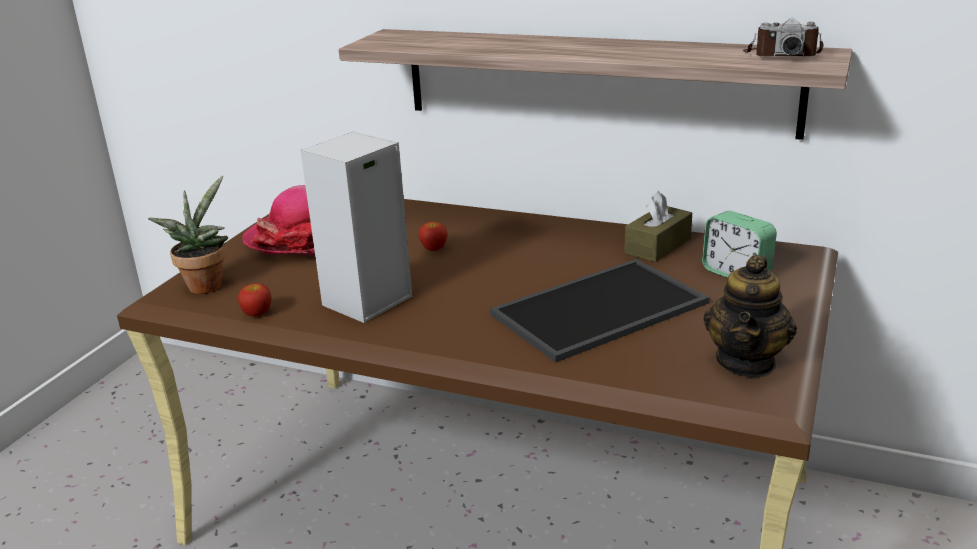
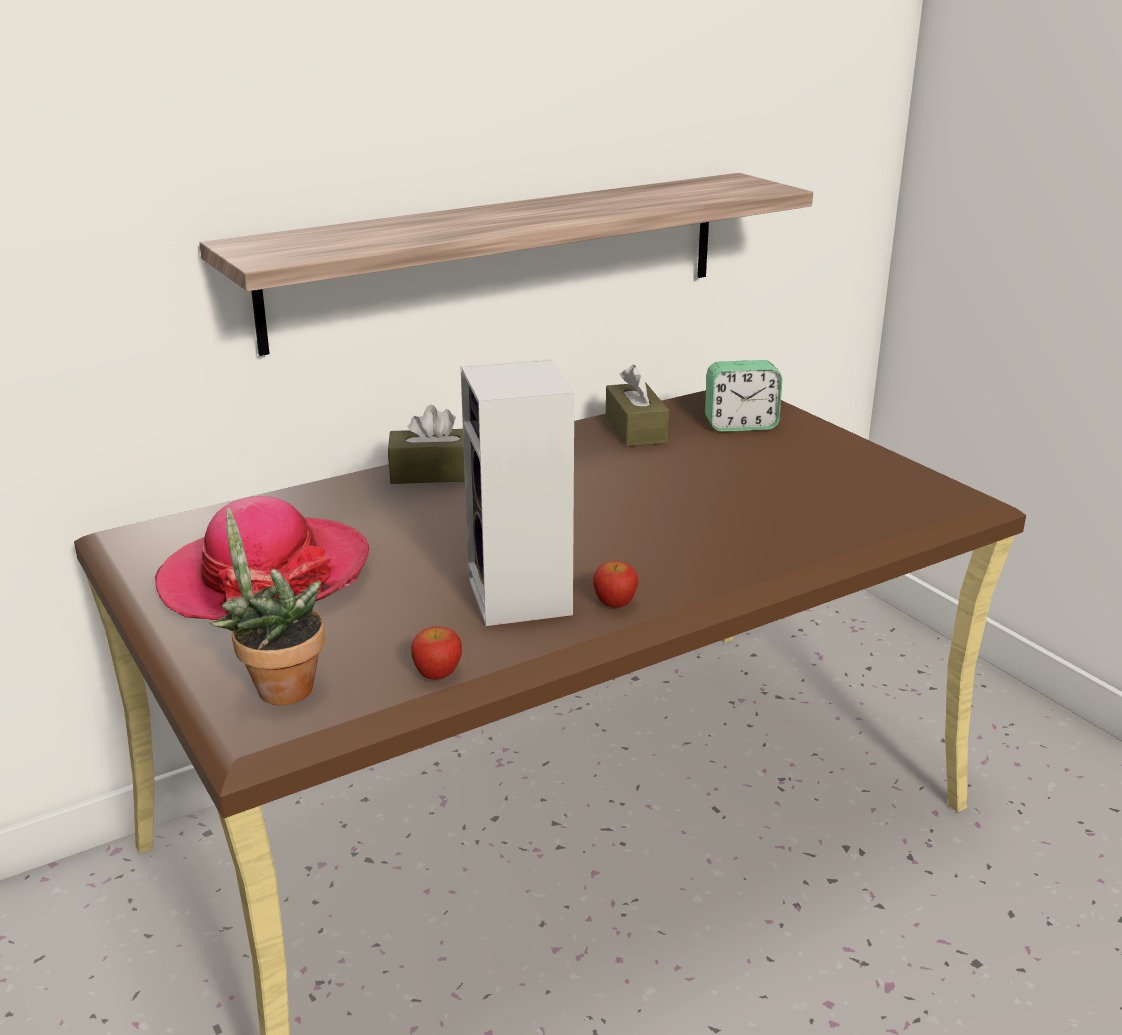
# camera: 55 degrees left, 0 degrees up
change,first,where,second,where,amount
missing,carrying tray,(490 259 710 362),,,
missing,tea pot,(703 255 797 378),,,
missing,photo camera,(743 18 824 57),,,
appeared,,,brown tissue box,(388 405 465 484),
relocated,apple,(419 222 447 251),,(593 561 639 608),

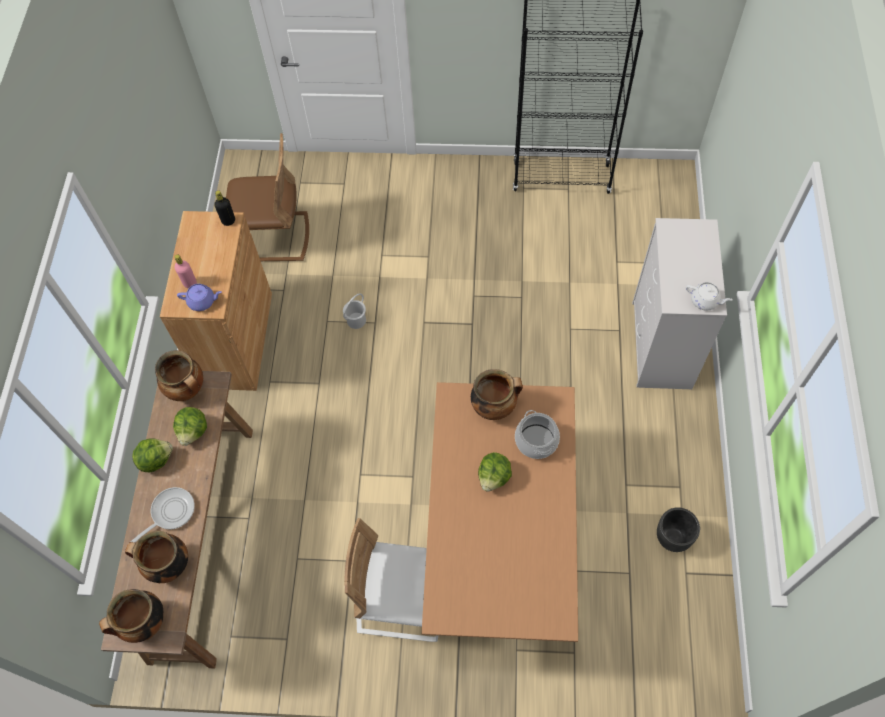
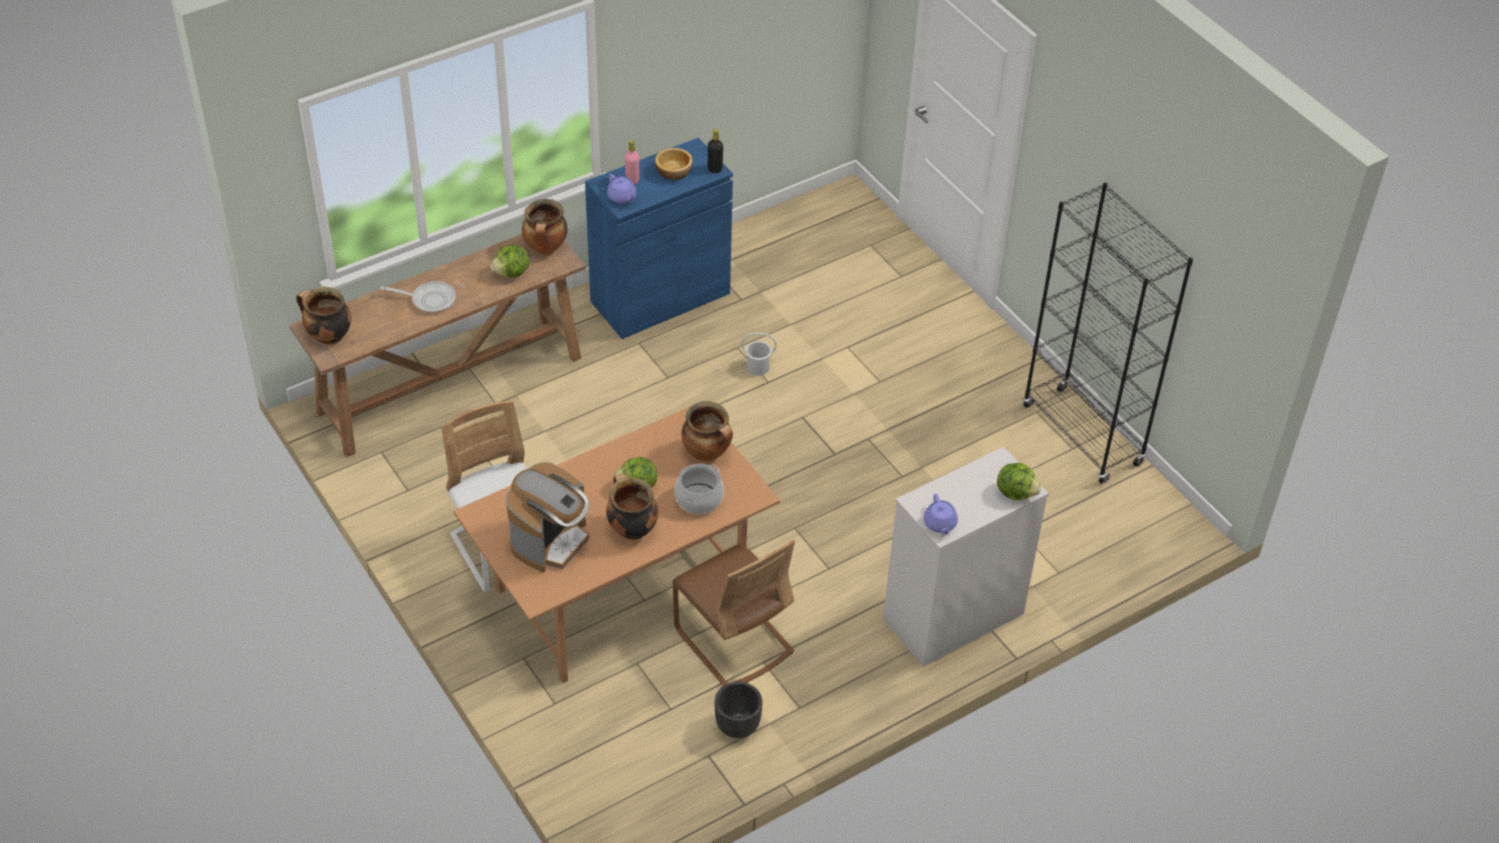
# camera: 50 degrees right, 15 degrees down
change,first,where,second,where,amount
appeared,,,coffee machine,(506 462 590 573),
appeared,,,deep dish,(655 148 693 180),
relocated,cooking pot,(125 530 188 583),,(606 474 659 540),
relocated,lettuce,(132 438 173 472),,(997 463 1041 500),
relocated,brown plain chair,(226 133 309 261),,(672 539 795 686),
colour,brown cabinet,(160 211 272 391),blue-coloured cabinet,(585 138 733 339),
colour,white tea pot,(686 282 733 311),purple tea pot,(924 494 958 534),

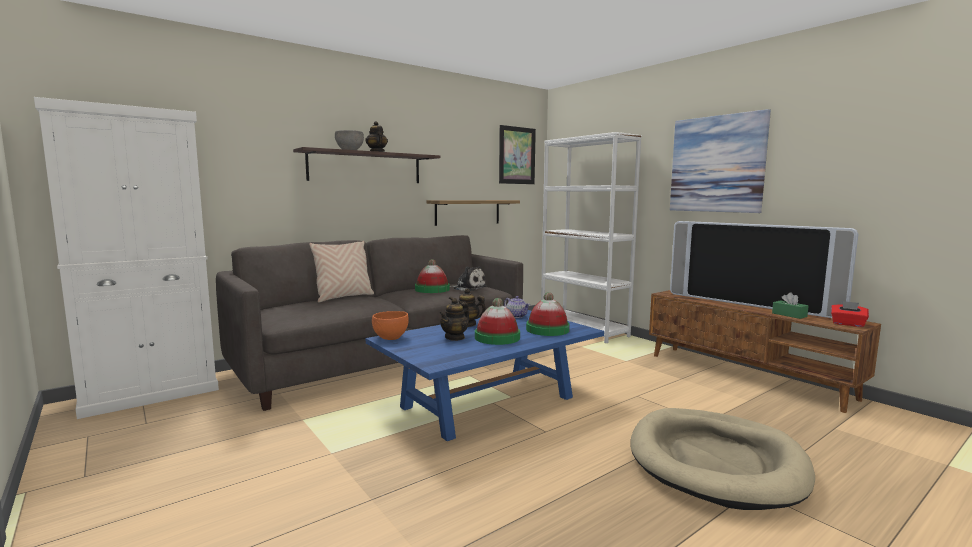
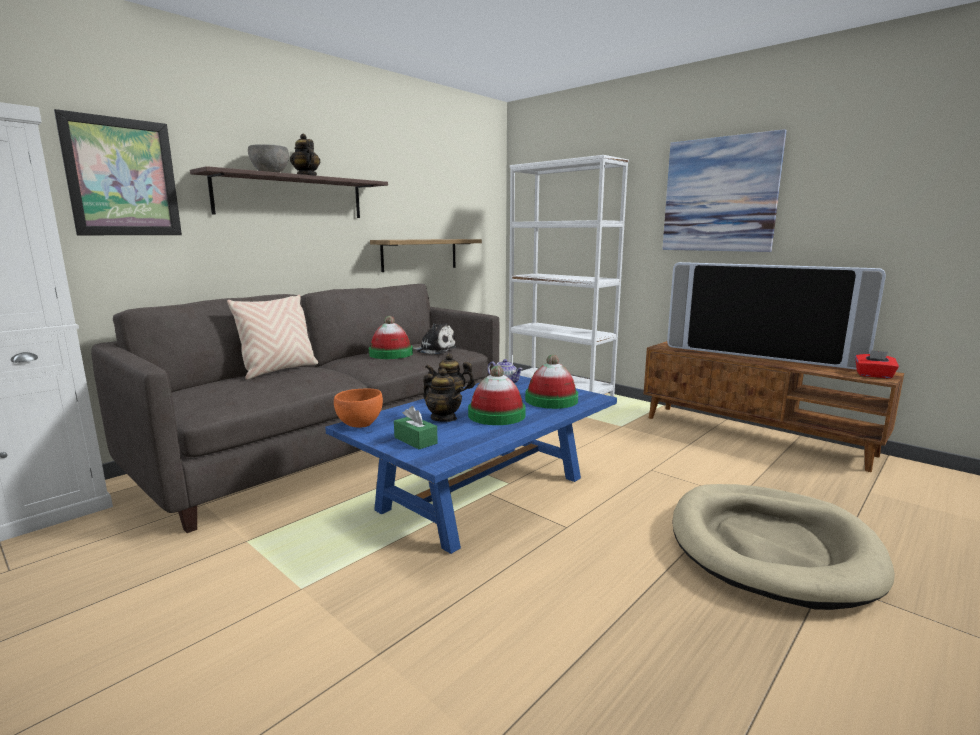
# camera: 10 degrees left, 5 degrees up
change,first,where,second,where,amount
relocated,picture,(499 125 536 184),,(54 109 182 235),
relocated,greenish tissue box,(772 293 809 319),,(394 406 438 449),
spun,tea pot,(439 298 469 341),,(423 368 464 422),75 degrees counterclockwise

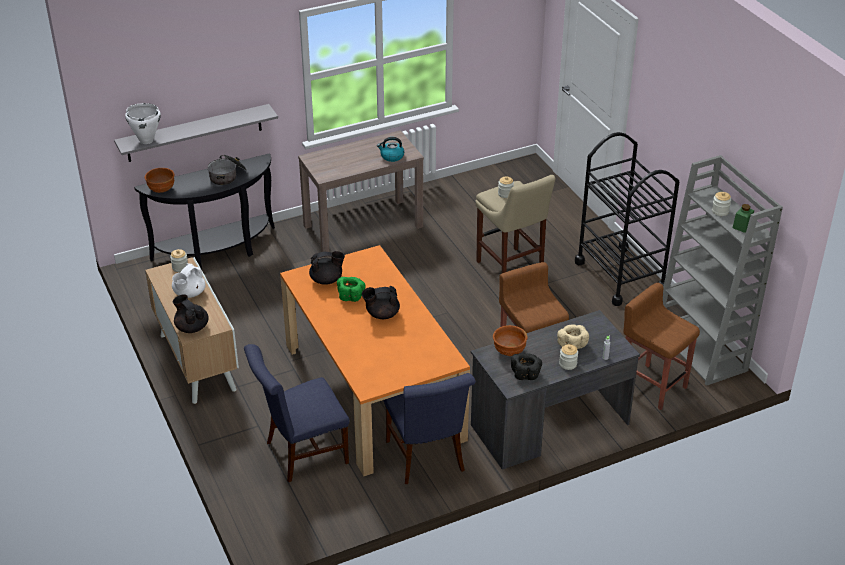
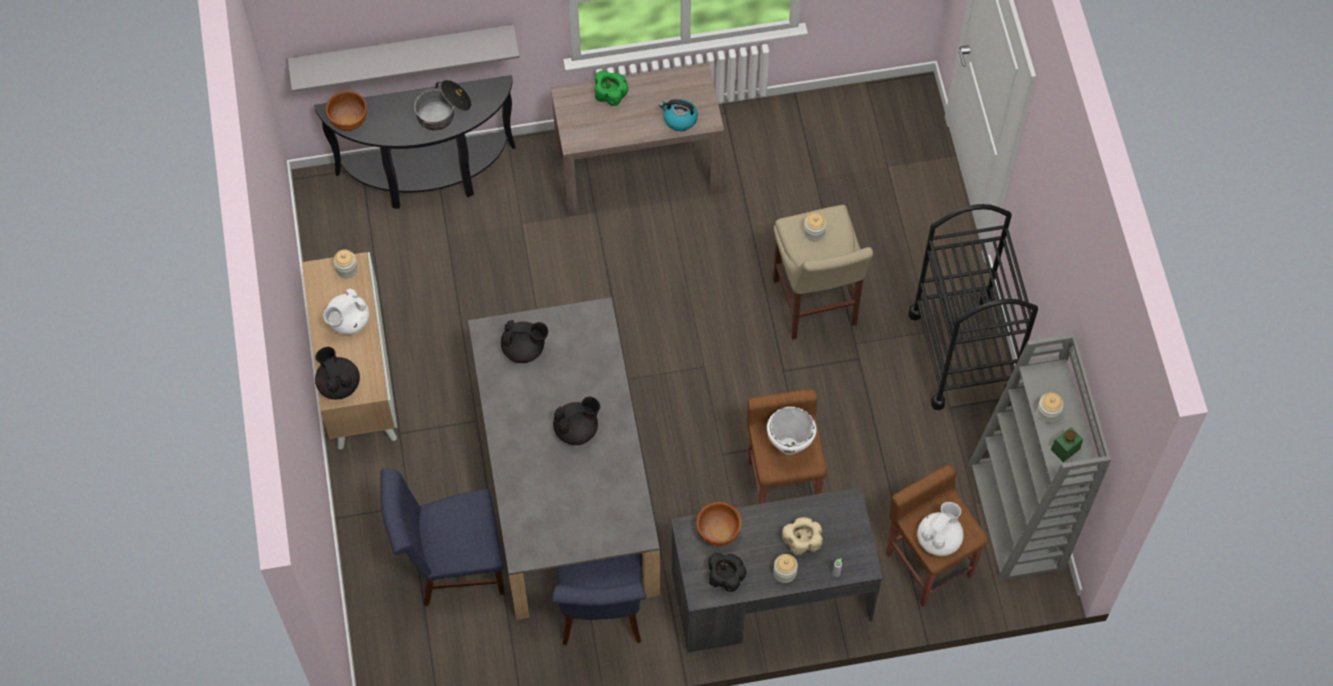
# camera: 15 degrees right, 25 degrees up
change,first,where,second,where,amount
appeared,,,white tea pot,(917 502 964 556),
relocated,white cooking pot,(125 103 161 144),,(767 407 817 455),
relocated,greenish deep dish,(337 277 365 302),,(595 71 629 106),
colour,orange-coloured dinner table,(280 245 470 476),greyish dinner table,(468 297 660 620),
spun,black-coloured tea pot,(362 286 400 319),,(553 397 600 445),150 degrees clockwise

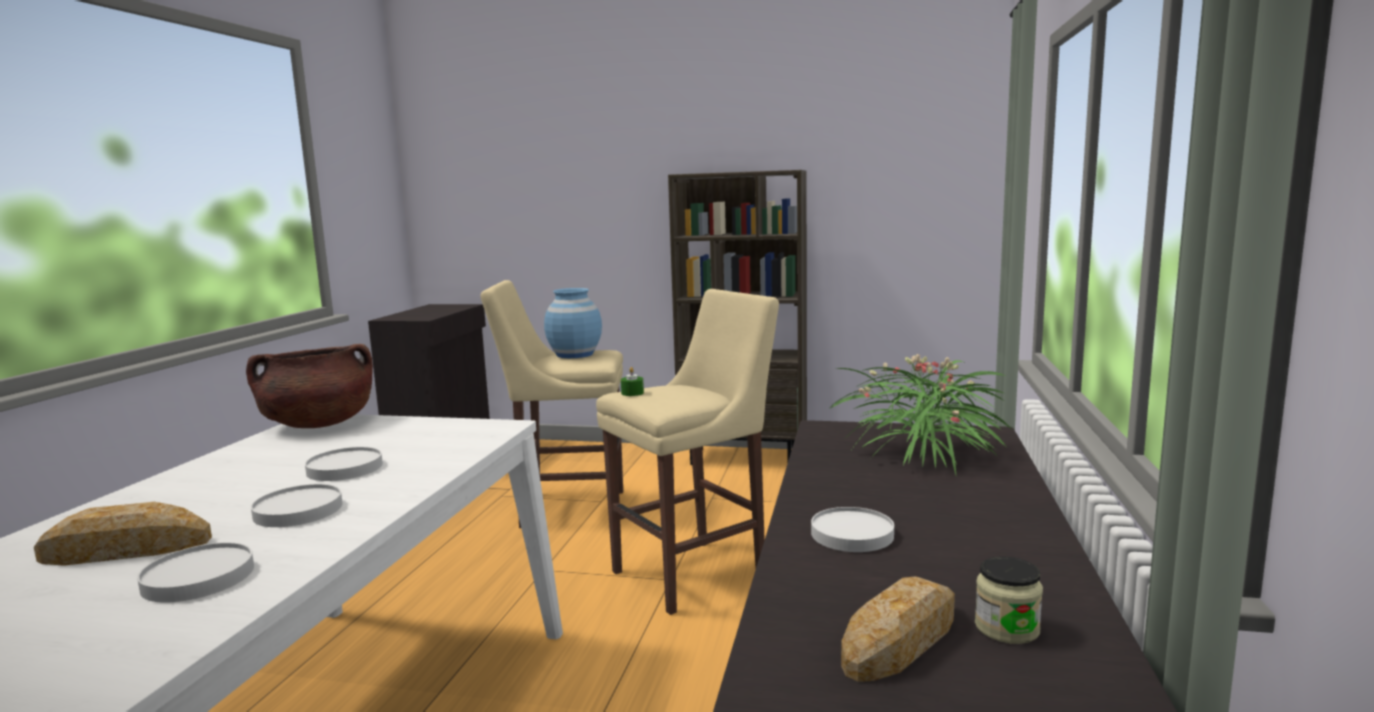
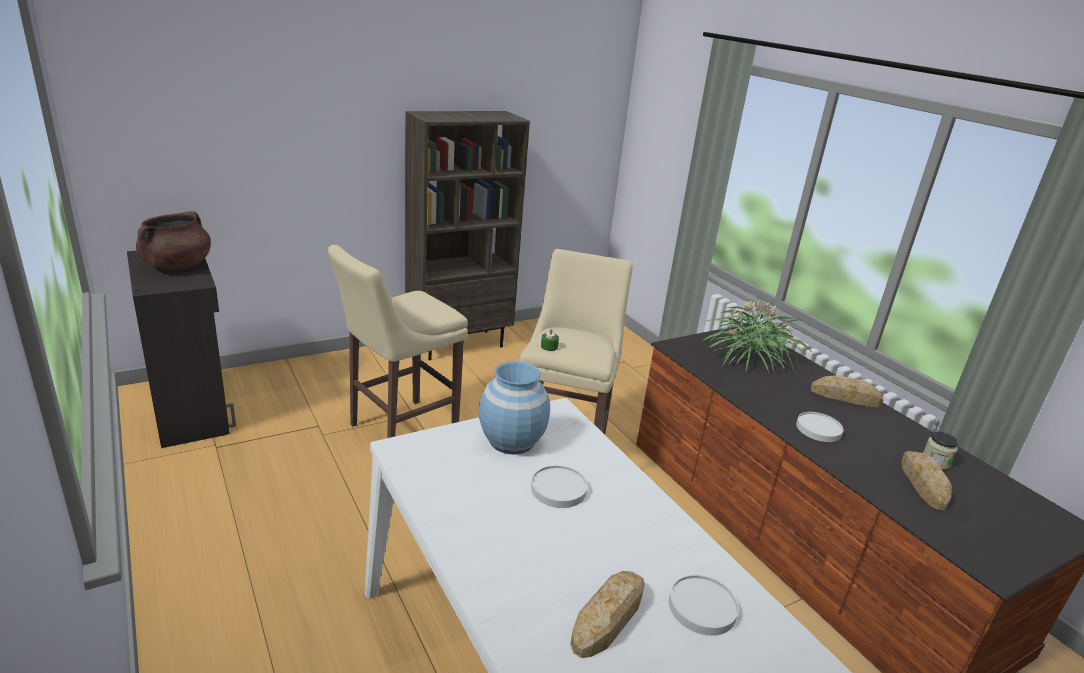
# camera: 45 degrees left, 15 degrees up
change,first,where,second,where,amount
missing,white plate,(251 484 343 527),,,
appeared,,,baked bread,(811 375 884 407),
relocated,brown cooking pot,(246 344 373 428),,(136 211 211 270),
relocated,blue-coloured decorative vase,(544 288 602 358),,(478 361 550 455),

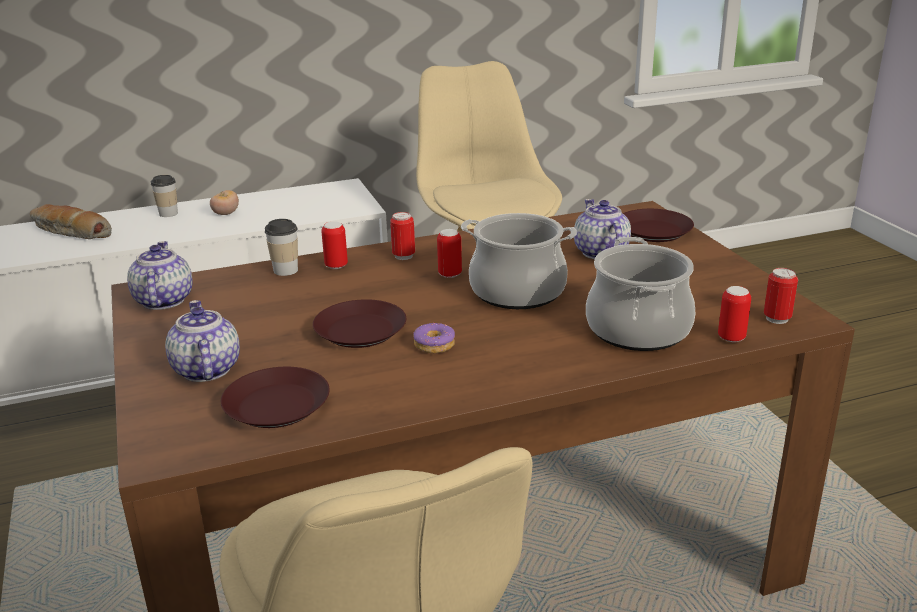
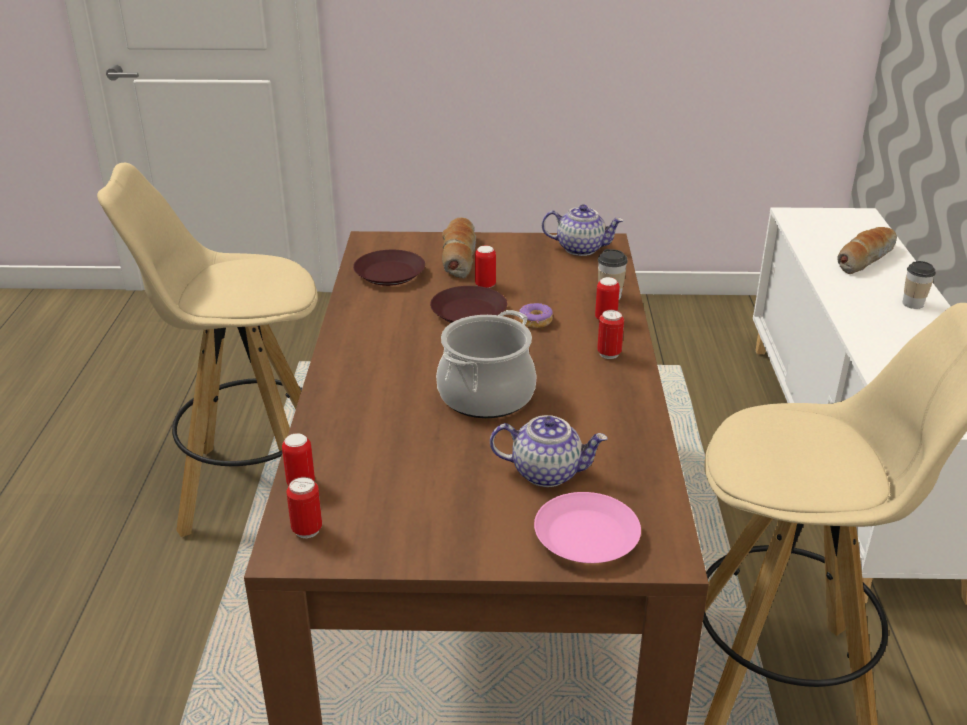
# camera: 110 degrees right, 5 degrees up
change,first,where,second,where,amount
missing,tomato,(210 190 239 215),,,
missing,cooking pot,(586 237 695 351),,,
relocated,donut,(413 323 455 353),,(519 303 553 328),
relocated,can,(437 229 462 278),,(475 246 496 288),
exchanged,tea pot,(165 300 240 382),baked bread,(442 218 476 279),
colour,brown plate,(623 209 694 242),pink-coloured plate,(534 492 641 563),

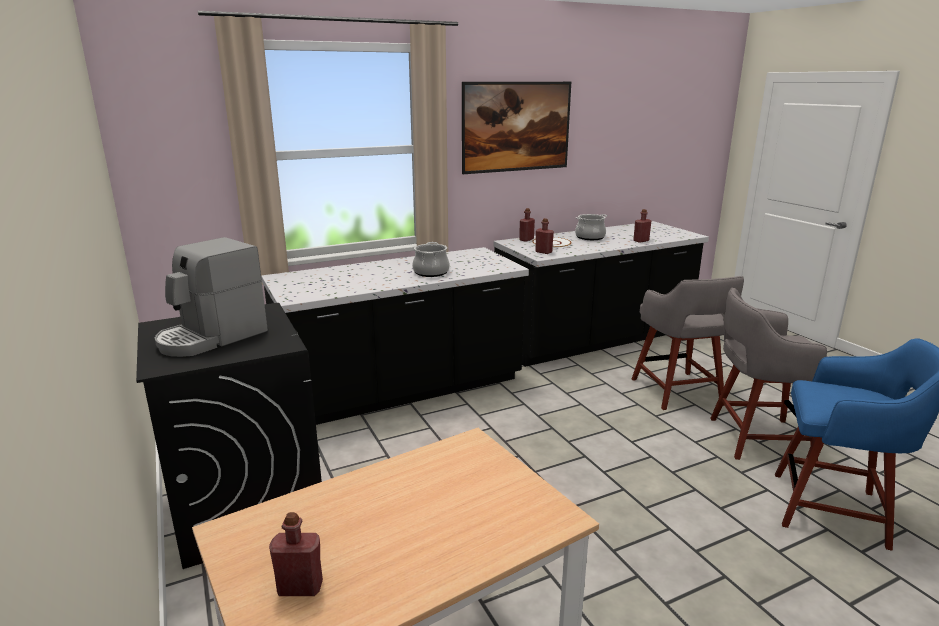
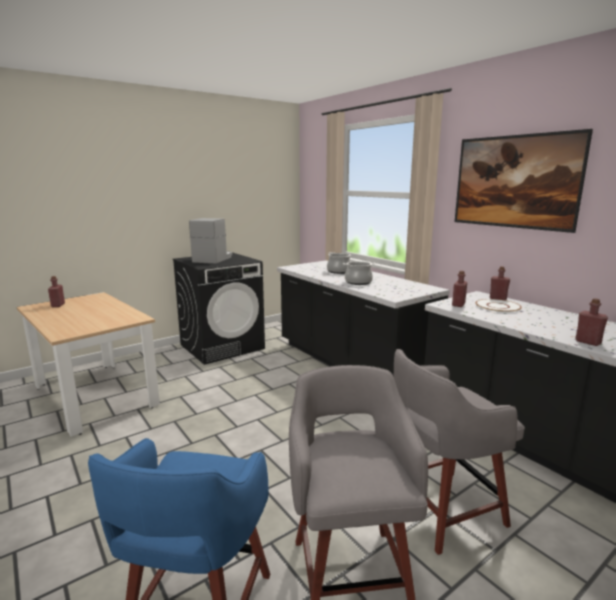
# camera: 80 degrees right, 5 degrees down
change,first,where,second,where,amount
relocated,cooking pot,(575 214 607 240),,(327 252 351 274),
spun,coffee machine,(155 237 268 357),,(189 218 232 264),75 degrees clockwise

